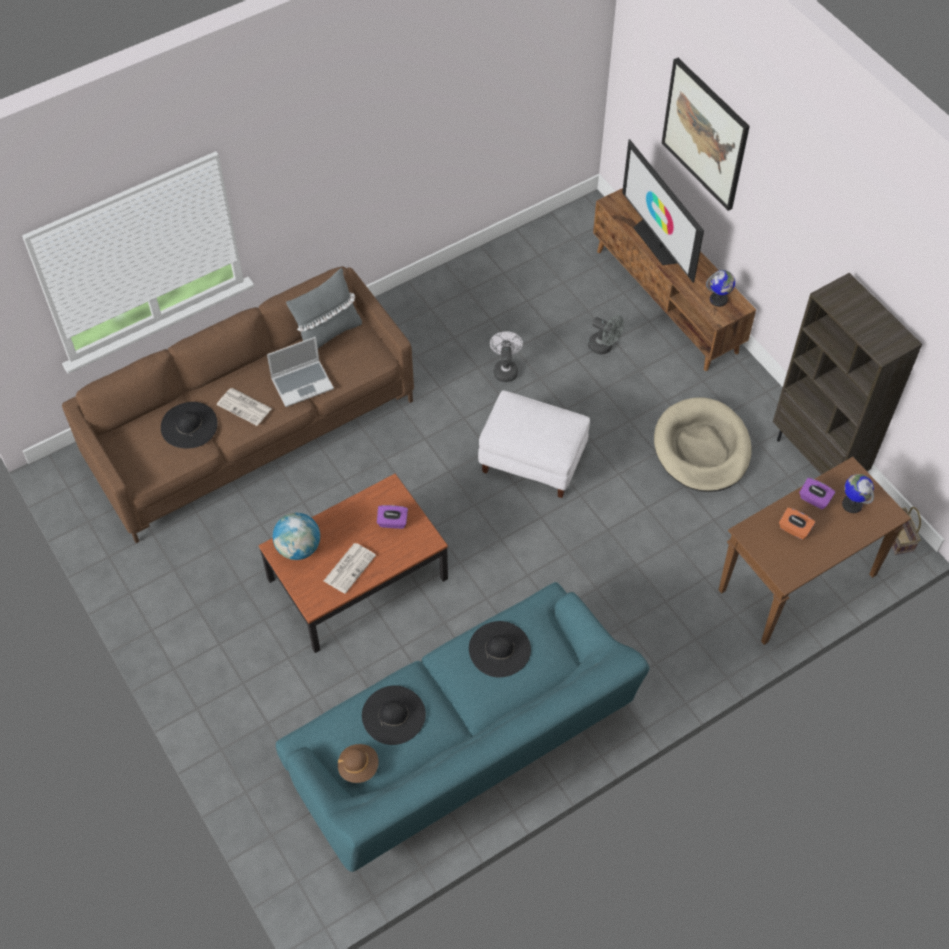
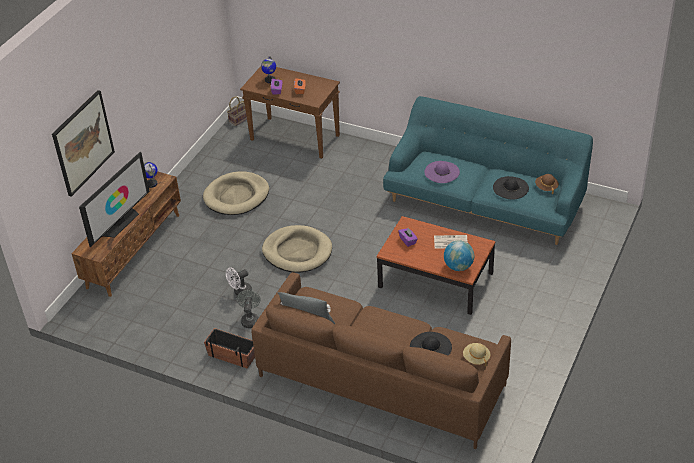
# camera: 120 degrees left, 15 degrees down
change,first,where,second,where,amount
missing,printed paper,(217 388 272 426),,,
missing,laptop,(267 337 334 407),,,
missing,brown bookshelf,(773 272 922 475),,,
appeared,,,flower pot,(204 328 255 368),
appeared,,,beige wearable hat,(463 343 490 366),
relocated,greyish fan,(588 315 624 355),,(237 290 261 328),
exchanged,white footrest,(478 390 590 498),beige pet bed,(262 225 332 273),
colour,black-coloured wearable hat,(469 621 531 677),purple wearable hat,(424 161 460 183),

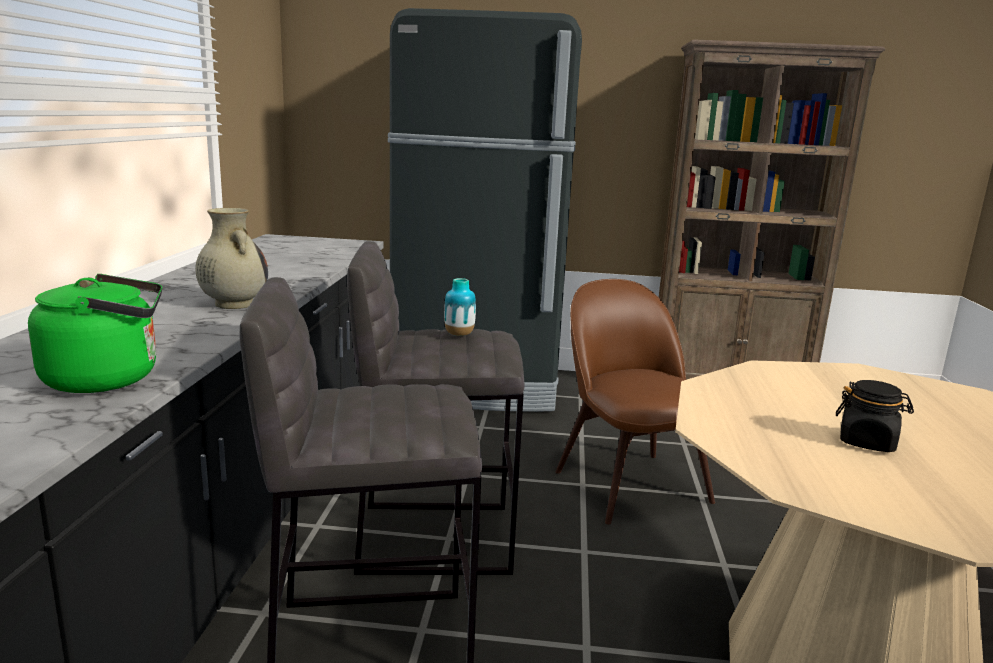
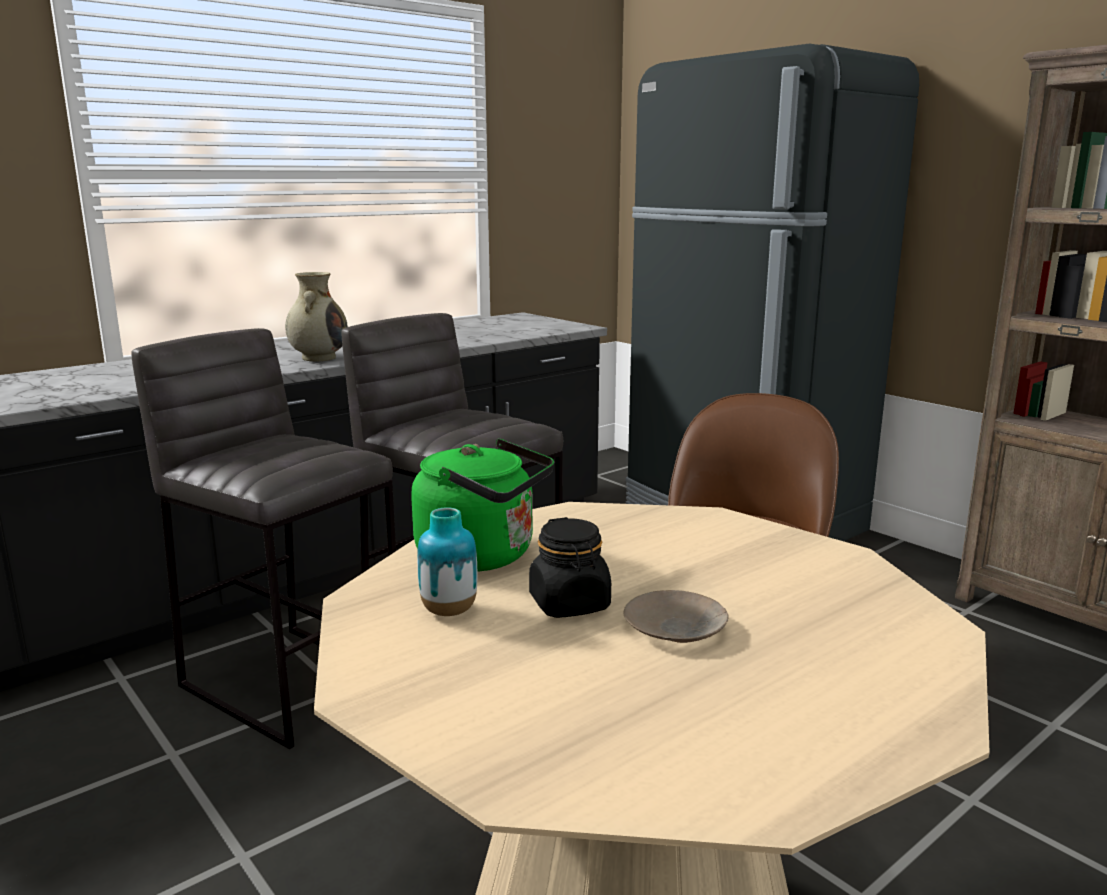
# camera: 45 degrees right, 0 degrees up
change,first,where,second,where,amount
appeared,,,beige plate,(624 590 729 643),
relocated,greenish water kettle,(28 274 162 393),,(411 438 554 572),
relocated,decorative vase,(444 278 476 336),,(417 507 477 616),

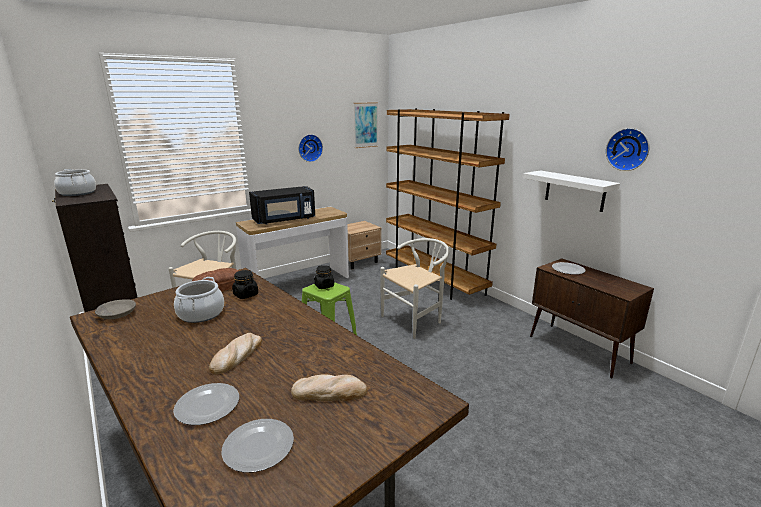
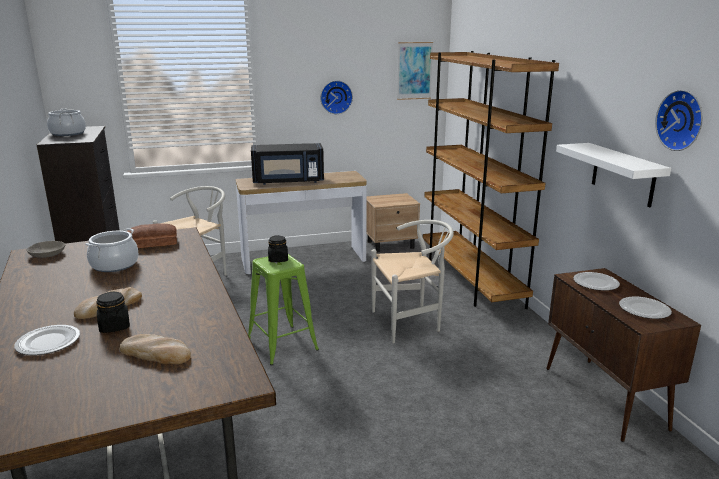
# camera: 20 degrees right, 0 degrees up
change,first,where,second,where,amount
relocated,plate,(221 419 294 473),,(619 296 672 319),
relocated,black-coloured jar,(232 270 258 299),,(96 292 130 333),

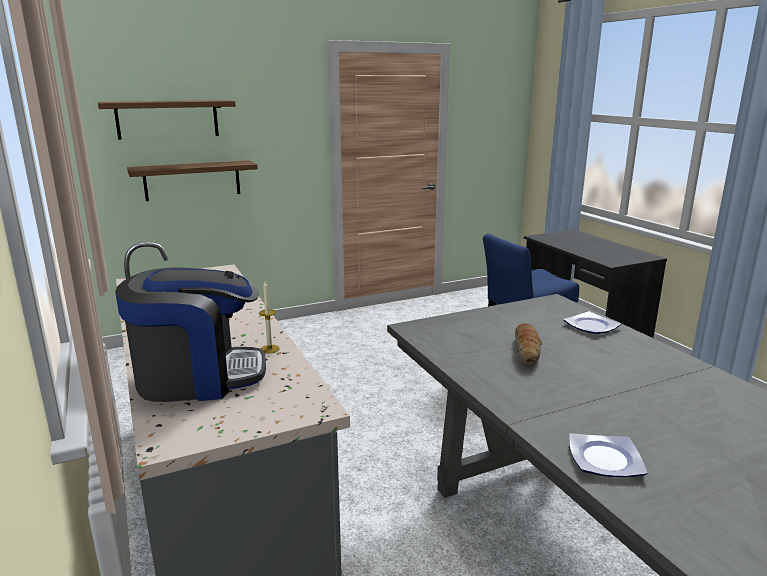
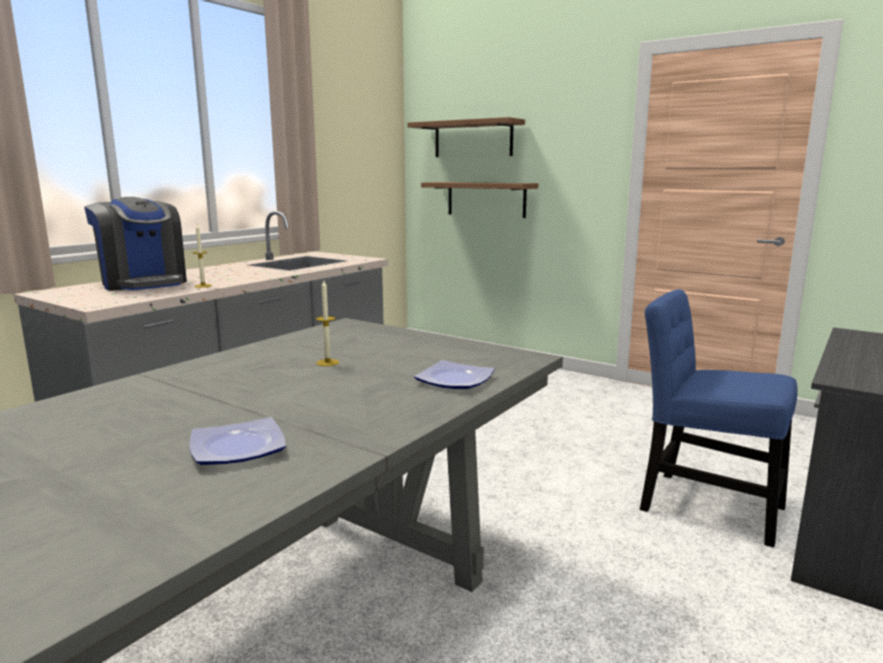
# camera: 60 degrees right, 5 degrees down
change,first,where,second,where,amount
relocated,plate,(569 433 647 477),,(190 417 286 465),
exchanged,baked bread,(515 323 542 365),wax light,(316 281 339 366),

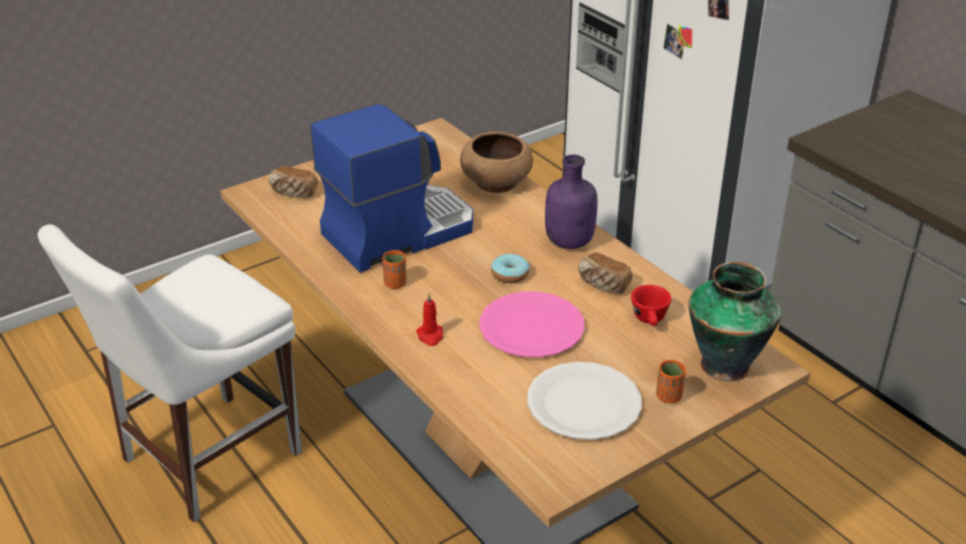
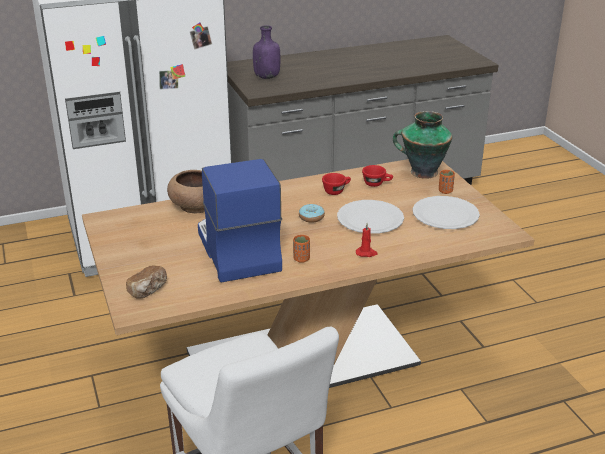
# camera: 75 degrees left, 5 degrees down
change,first,where,second,where,amount
relocated,purple bottle,(545 154 597 249),,(253 25 280 79),
exchanged,baked bread,(578 252 633 294),red-coloured drinking cup,(322 173 351 195),
colour,pink-coloured plate,(480 291 585 357),white plate,(337 200 404 234),

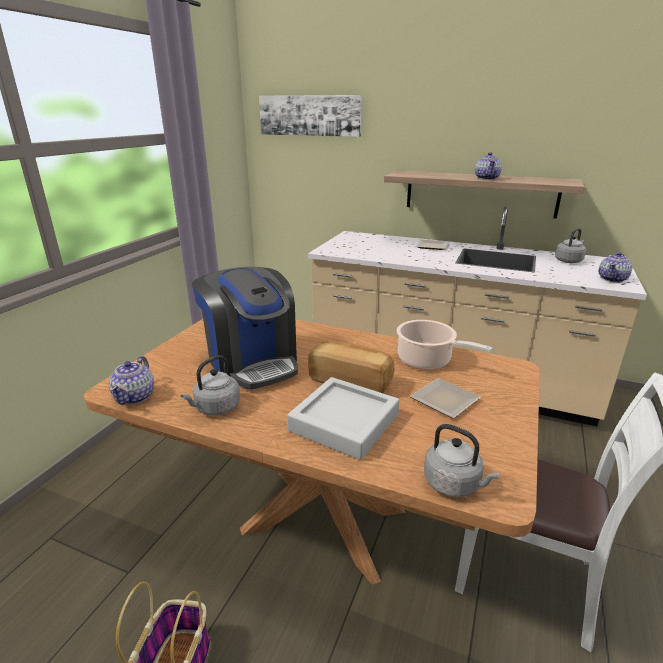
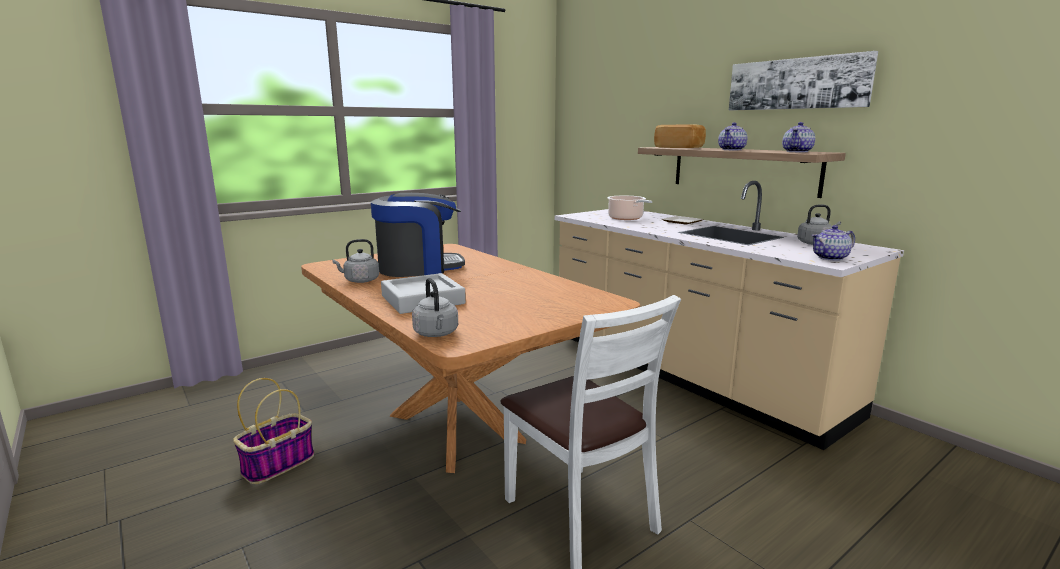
# camera: 30 degrees right, 10 degrees down
change,first,where,second,where,amount
missing,plate,(410 378 481 418),,,
relocated,tea pot,(109 356 154 405),,(782 122 815 152),
relocated,picture,(259 95 362 137),,(729 51 878 110),
relocated,baked bread,(308 341 394 394),,(654 124 706 148),
relocated,cooking pot,(397 320 493 370),,(607 196 652 220),
spun,coffee machine,(192 267 298 390),,(371 193 465 277),105 degrees counterclockwise

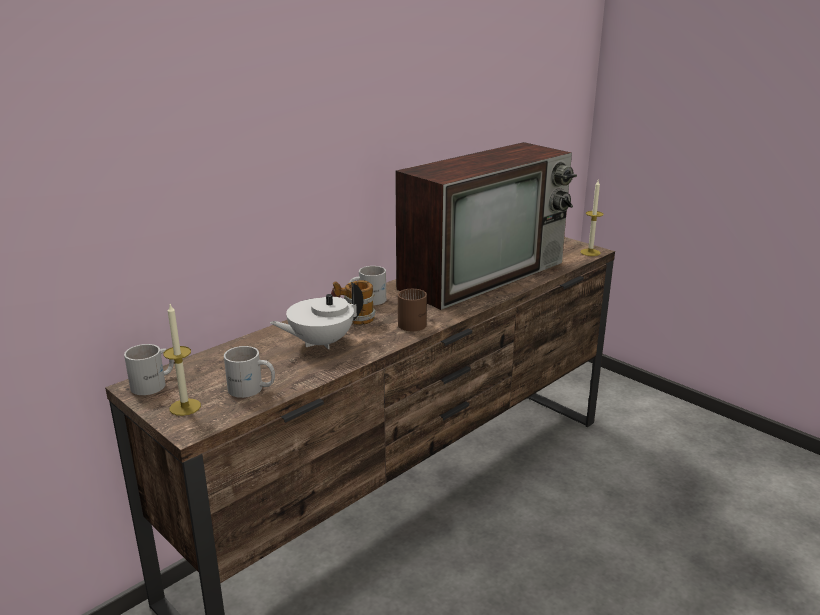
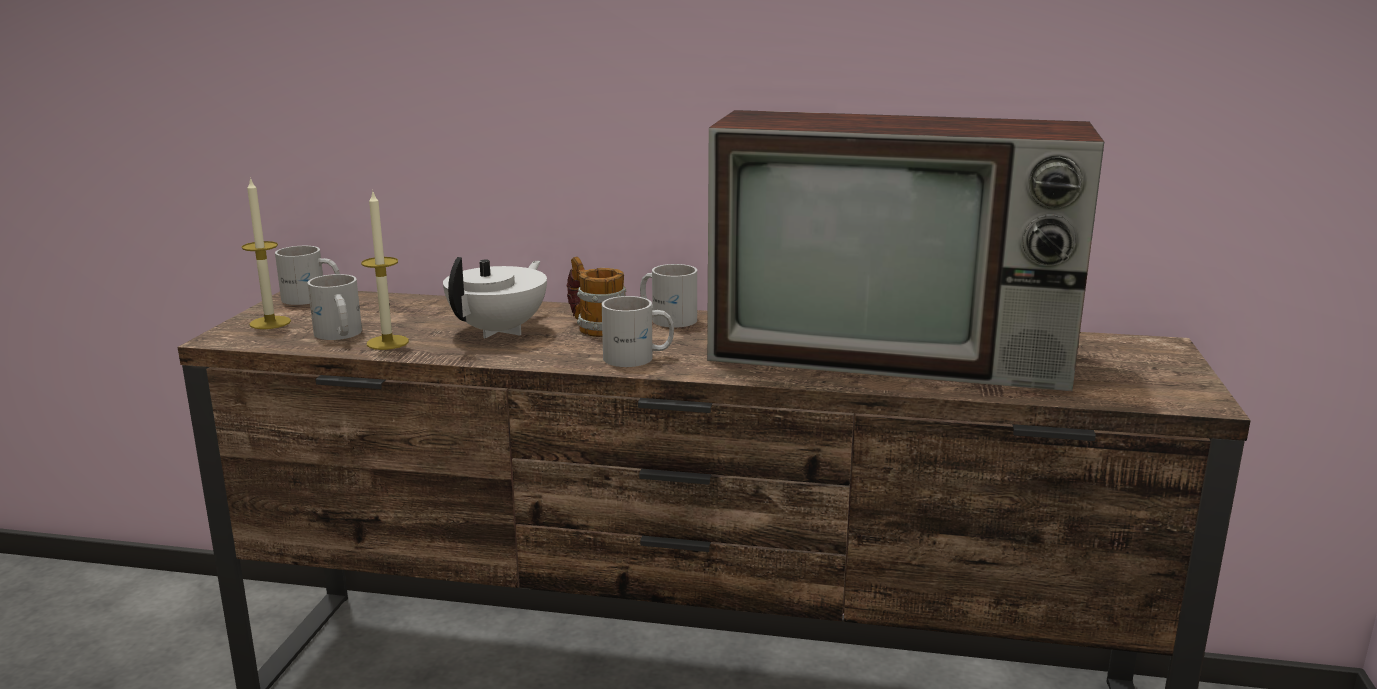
# camera: 55 degrees right, 5 degrees down
change,first,where,second,where,amount
relocated,wax light,(580 180 603 256),,(361 190 409 350),
colour,brown mug,(398 289 427 331),white mug,(602 296 674 367),
spun,white tea pot,(270 282 363 349),,(443 257 547 339),90 degrees clockwise

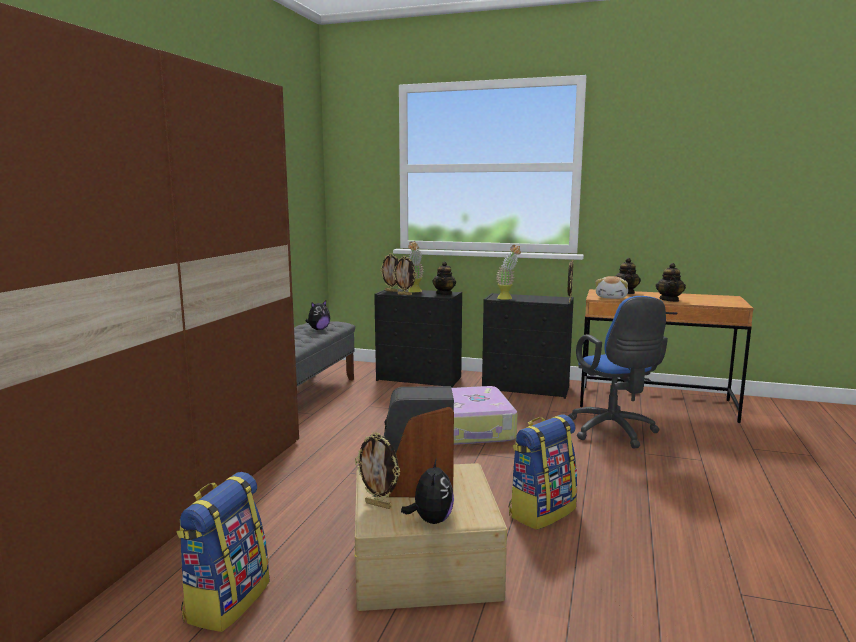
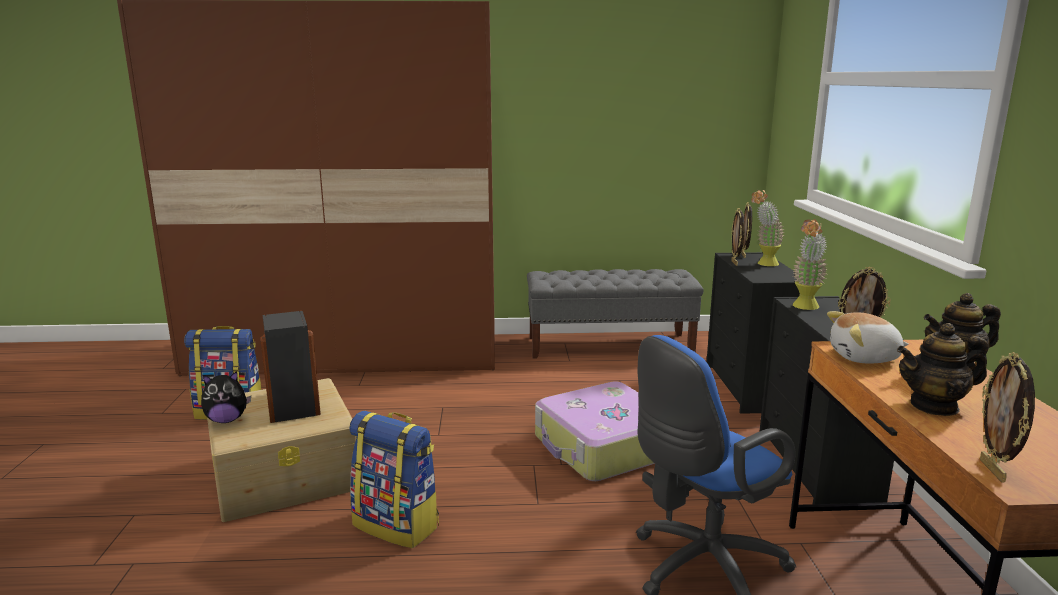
# camera: 70 degrees right, 5 degrees up
change,first,where,second,where,amount
missing,soft toy,(306 301 330 330),,,
missing,tea pot,(432 261 456 295),,,
relocated,standing frame,(355 432 401 509),,(980 352 1035 482),

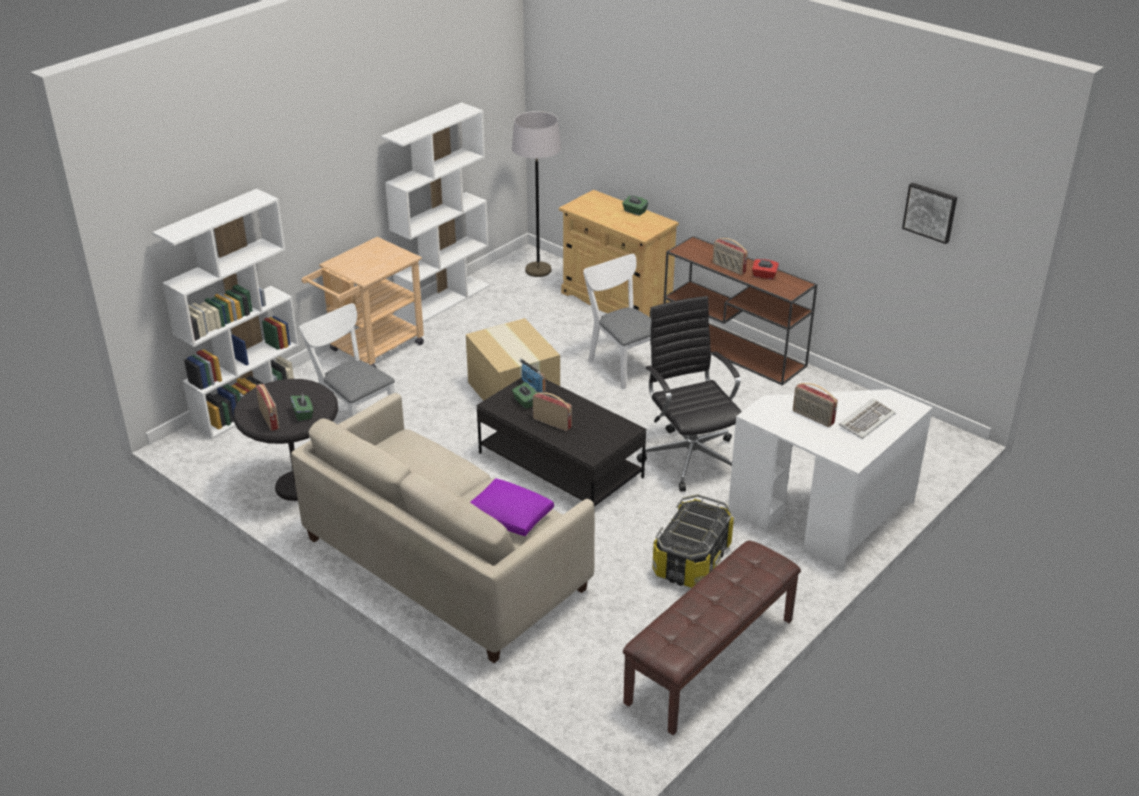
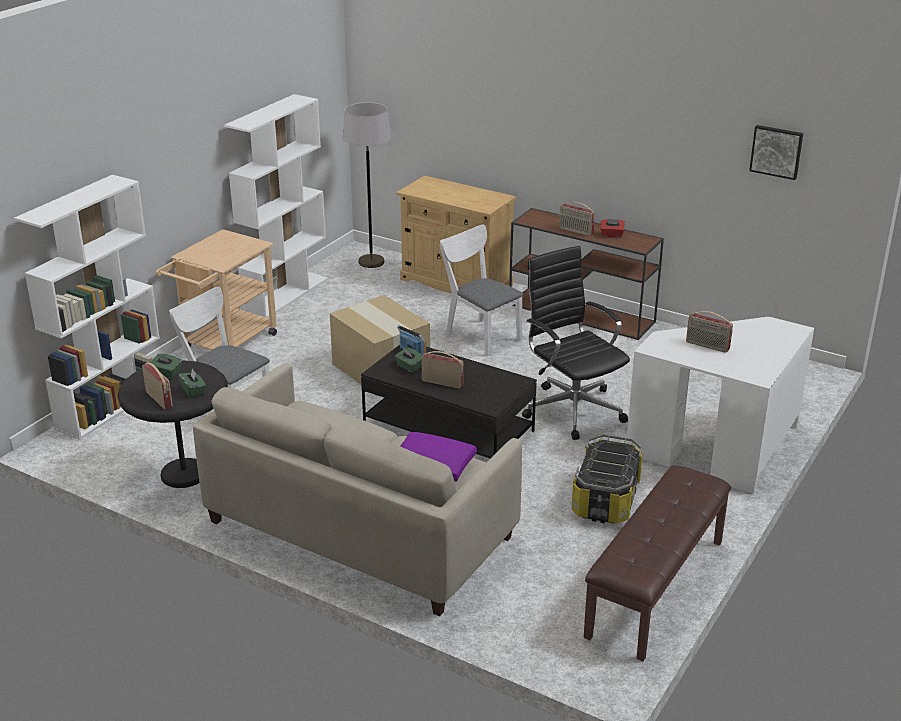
# camera: 10 degrees left, 5 degrees down
change,first,where,second,where,amount
missing,computer keyboard,(839 399 895 439),,,
relocated,greenish tissue box,(622 195 648 216),,(150 353 182 379),

